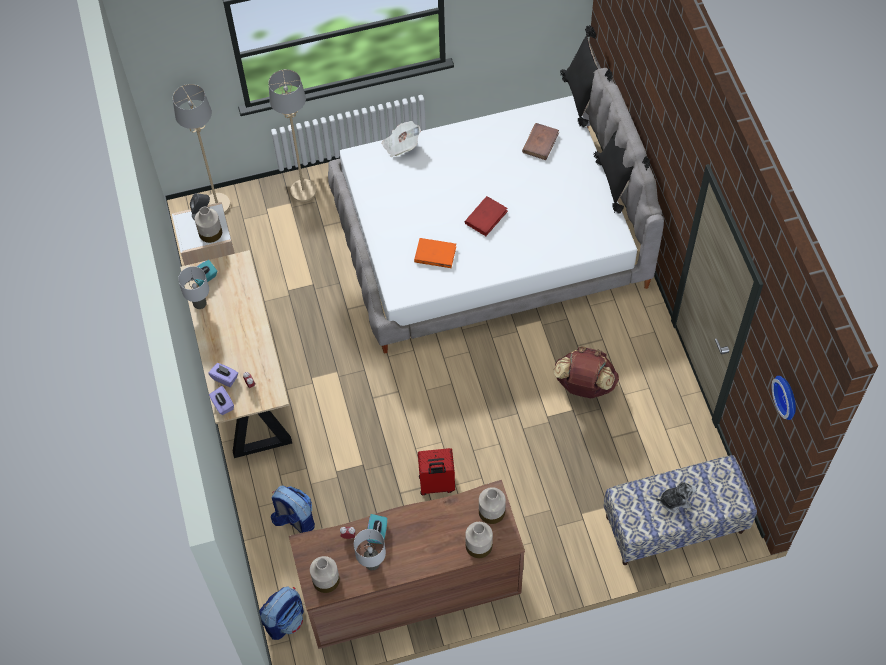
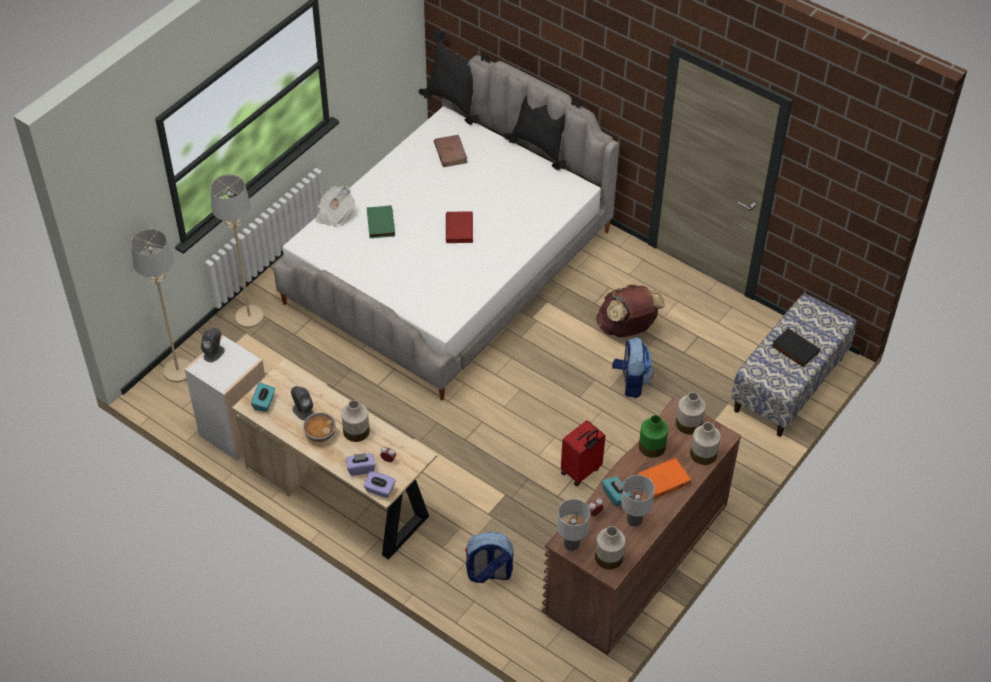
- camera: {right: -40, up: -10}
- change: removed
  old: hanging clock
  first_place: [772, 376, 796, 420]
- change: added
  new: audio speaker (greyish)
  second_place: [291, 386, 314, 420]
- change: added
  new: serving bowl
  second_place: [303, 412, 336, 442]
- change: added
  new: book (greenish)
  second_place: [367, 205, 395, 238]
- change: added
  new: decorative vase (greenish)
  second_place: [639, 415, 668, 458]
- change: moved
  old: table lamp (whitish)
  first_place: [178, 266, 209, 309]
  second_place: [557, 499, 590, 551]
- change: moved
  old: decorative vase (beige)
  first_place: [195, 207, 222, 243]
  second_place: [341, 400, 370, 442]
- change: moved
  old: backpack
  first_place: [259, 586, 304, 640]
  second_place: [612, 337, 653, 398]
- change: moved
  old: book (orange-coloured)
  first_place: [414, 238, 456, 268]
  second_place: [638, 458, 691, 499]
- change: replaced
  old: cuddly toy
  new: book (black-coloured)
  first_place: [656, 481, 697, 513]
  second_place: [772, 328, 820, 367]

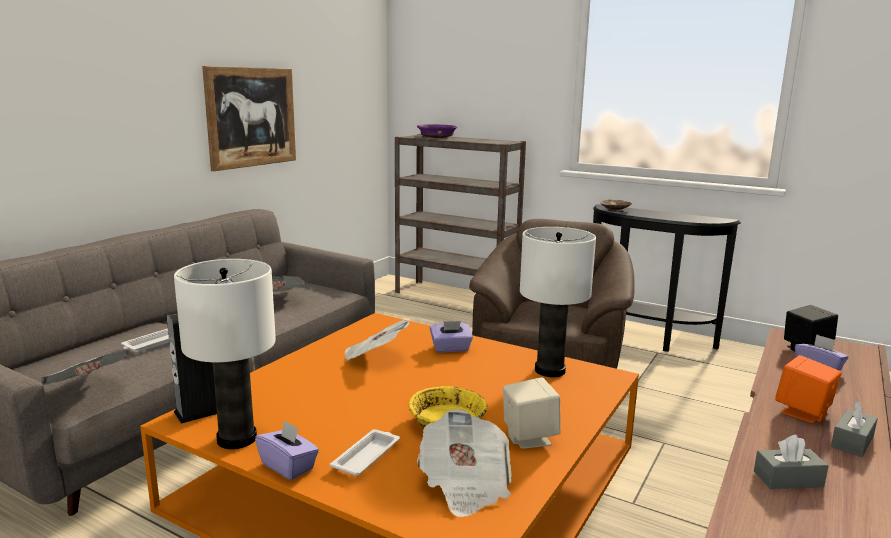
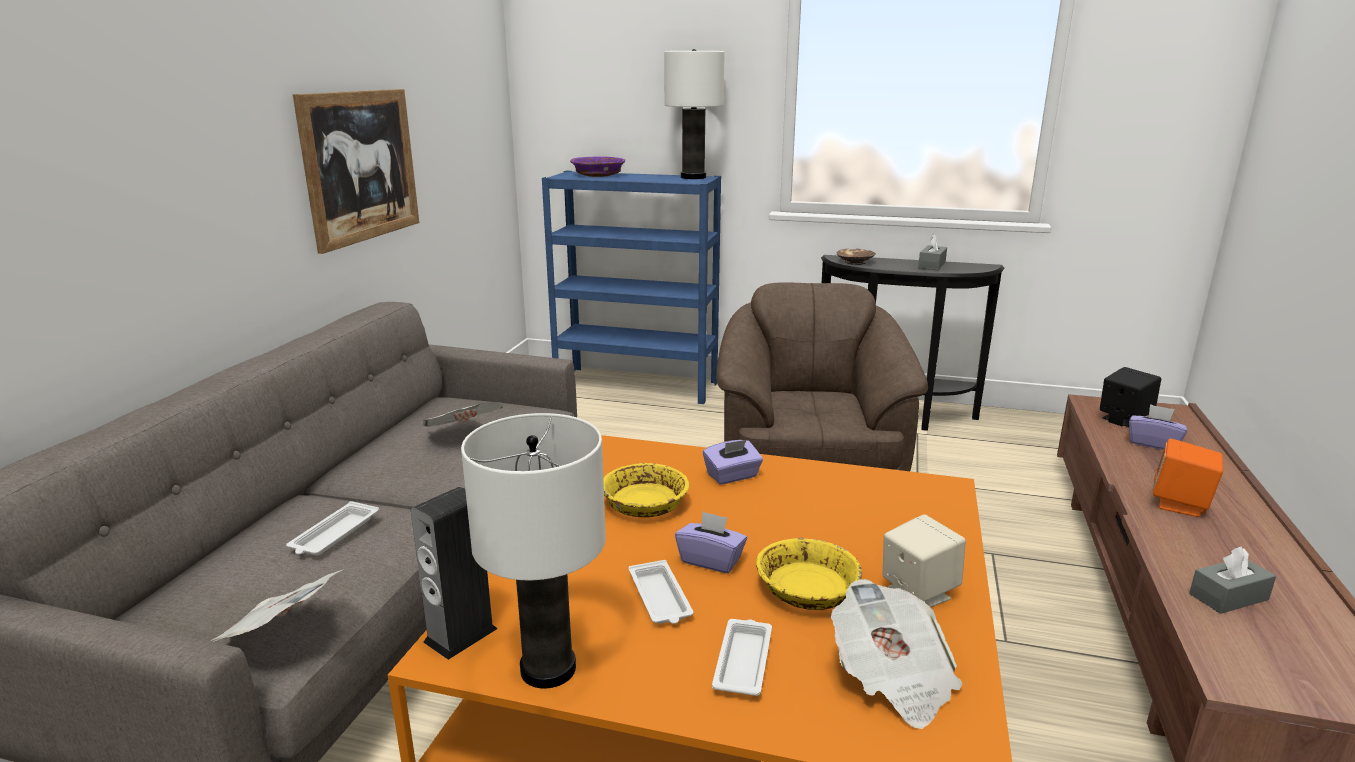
- camera: {right: -15, up: 5}
- change: added
  new: tray (whitish)
  second_place: [629, 560, 694, 624]
- change: moved
  old: tissue box (purplish)
  first_place: [255, 420, 319, 480]
  second_place: [675, 511, 747, 573]
- change: moved
  old: table lamp (whitish)
  first_place: [520, 227, 596, 377]
  second_place: [664, 49, 725, 179]
- change: moved
  old: tissue box (greyish)
  first_place: [831, 401, 878, 457]
  second_place: [918, 234, 947, 270]
- change: replaced
  old: daily paper
  new: serving bowl (yellow)
  first_place: [345, 319, 410, 361]
  second_place: [603, 463, 689, 517]
- change: recoloured
  old: shelving unit (greyish)
  new: shelving unit (blue-coloured)
  first_place: [395, 134, 526, 293]
  second_place: [542, 171, 721, 404]

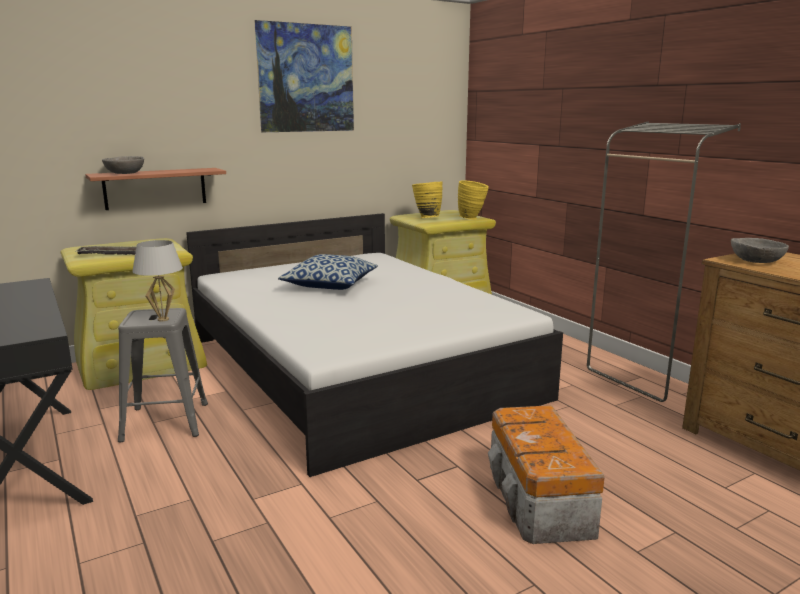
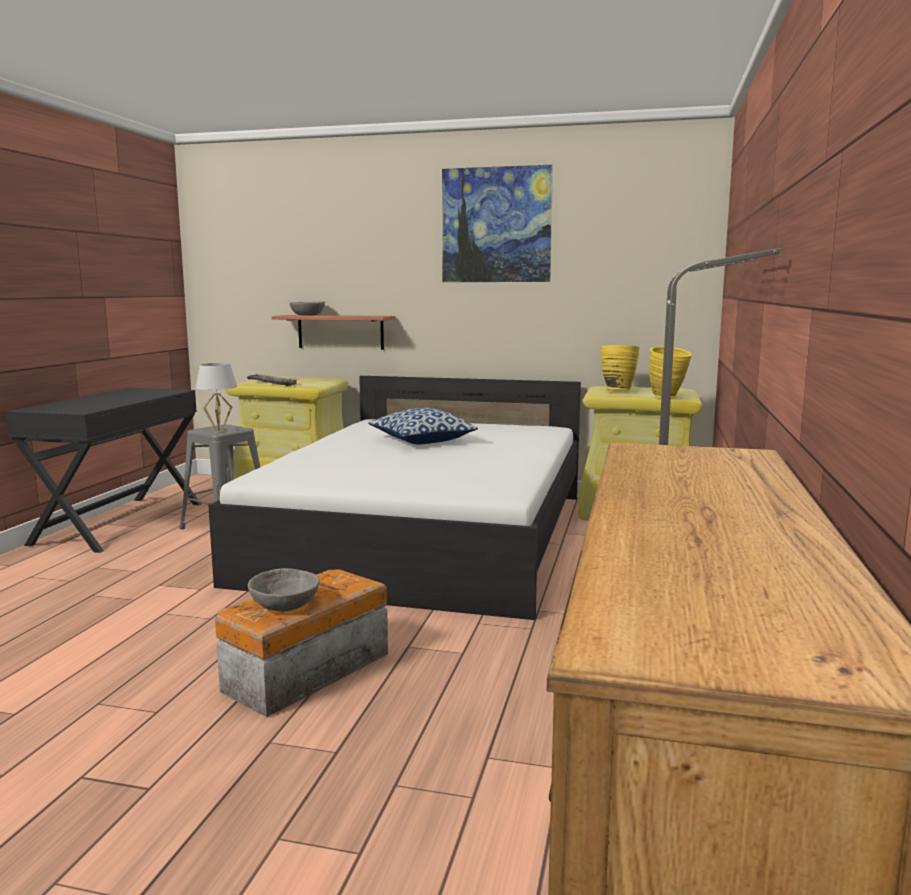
- camera: {right: 45, up: -5}
- change: moved
  old: serving bowl (greyish)
  first_place: [731, 238, 789, 263]
  second_place: [248, 568, 319, 611]

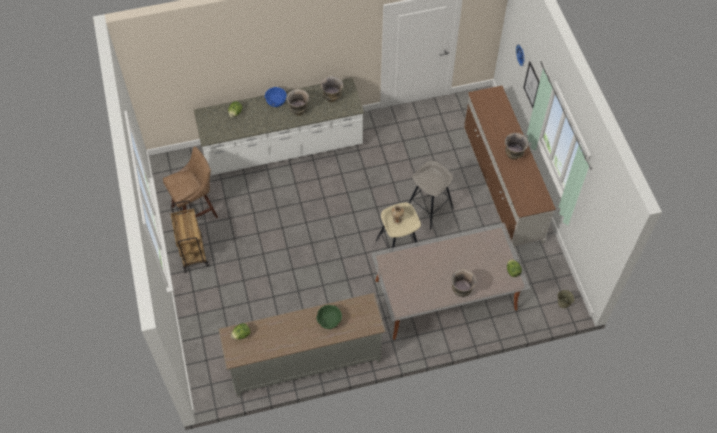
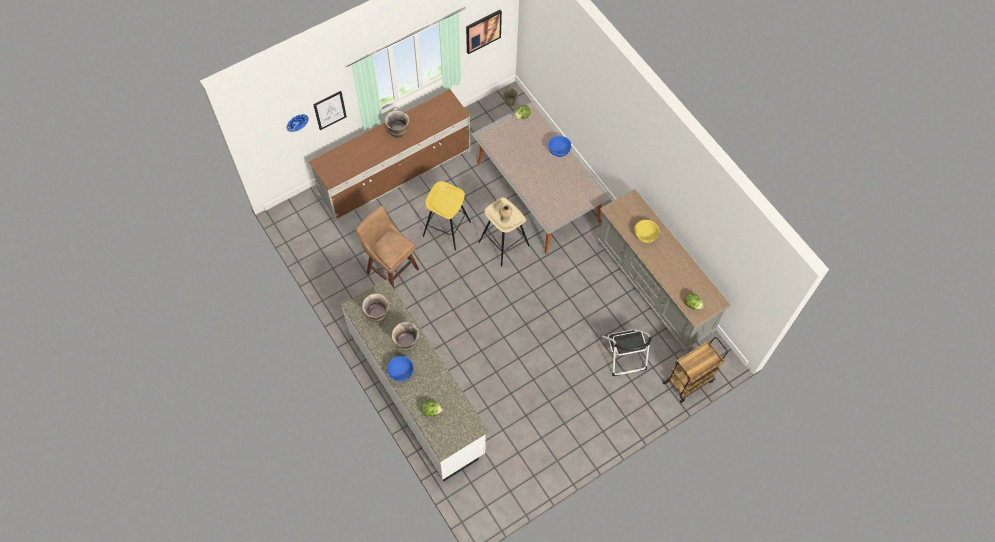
- camera: {right: -110, up: 5}
- change: added
  new: wall picture
  second_place: [466, 10, 502, 54]
- change: added
  new: step ladder
  second_place: [601, 329, 651, 376]
- change: moved
  old: stool (brown)
  first_place: [163, 147, 218, 218]
  second_place: [356, 206, 419, 288]
- change: moved
  old: trolley (brown)
  first_place: [170, 200, 209, 273]
  second_place: [663, 337, 728, 403]
- change: replaced
  old: decorative vase
  new: serving bowl (blue-coloured)
  first_place: [451, 269, 477, 297]
  second_place: [548, 136, 572, 157]
- change: recoloured
  old: serving bowl (greenish)
  new: serving bowl (yellow)
  first_place: [316, 305, 342, 329]
  second_place: [634, 220, 660, 243]
- change: recoloured
  old: stool (greyish)
  new: stool (yellow)
  first_place: [409, 161, 453, 230]
  second_place: [423, 181, 471, 250]

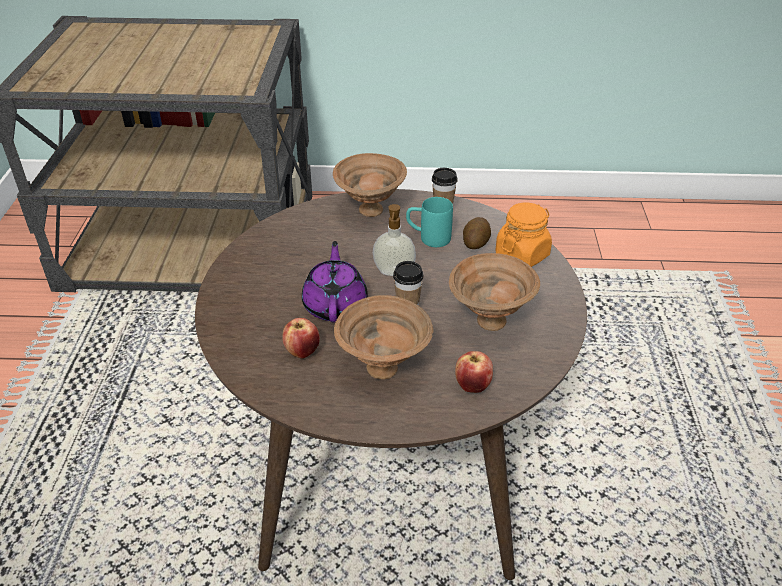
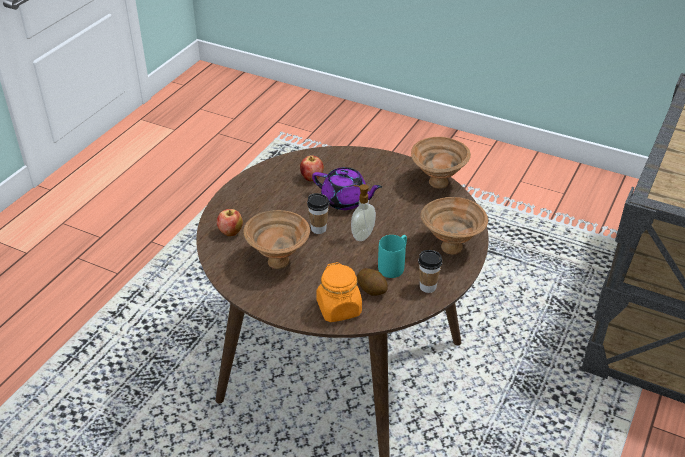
- camera: {right: 115, up: 0}
- change: moved
  old: serving bowl (brown)
  first_place: [334, 295, 433, 379]
  second_place: [411, 137, 471, 189]

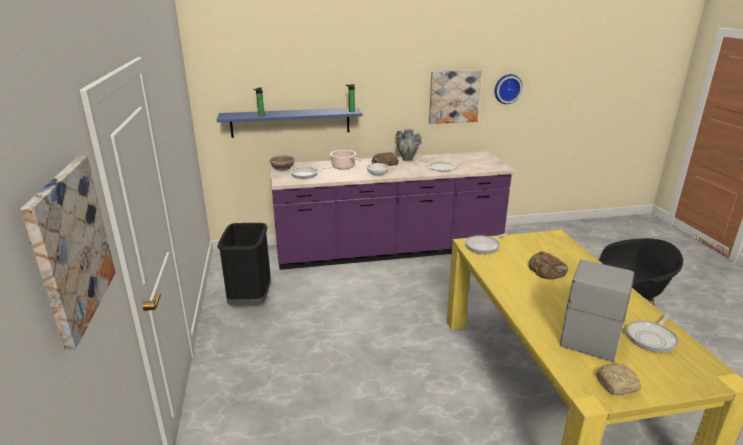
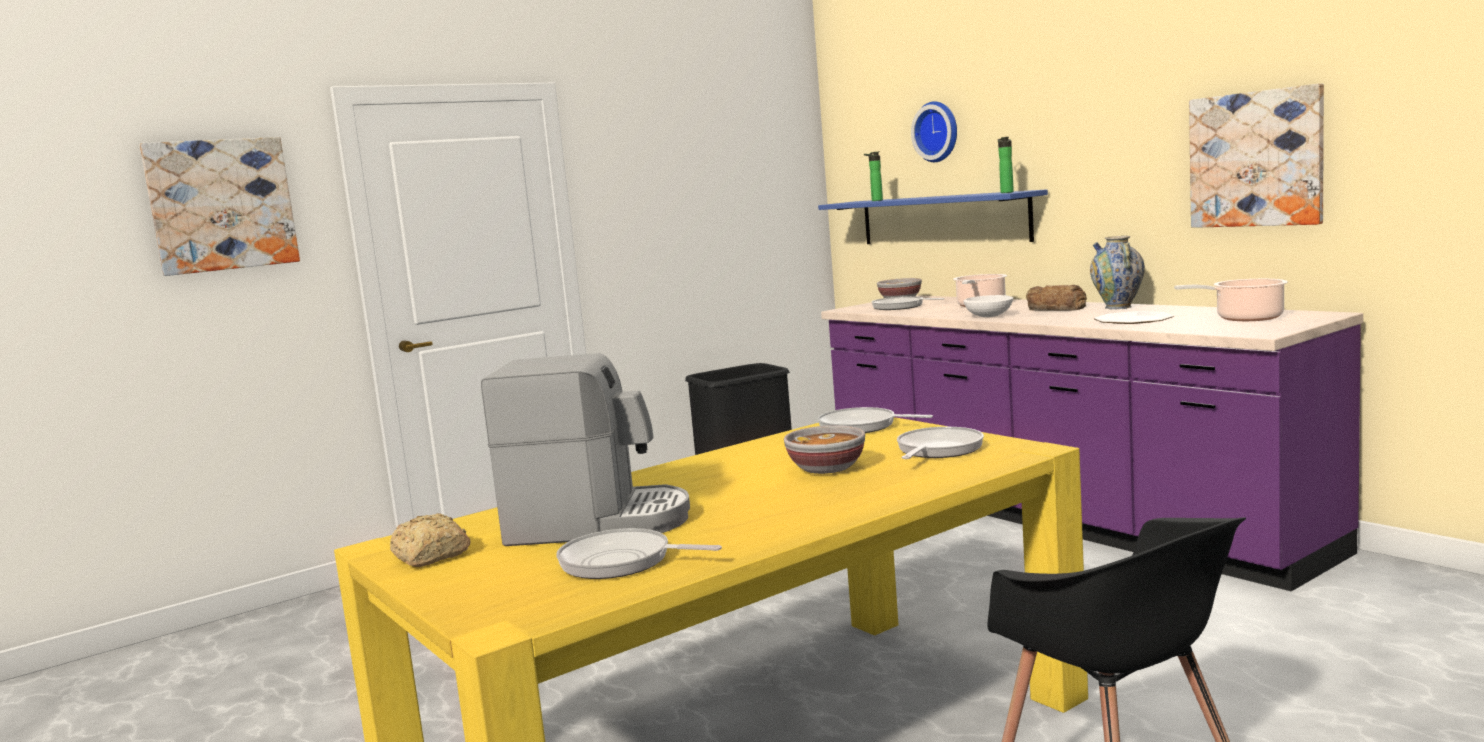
- camera: {right: 65, up: -15}
- change: added
  new: skillet
  second_place: [897, 427, 984, 459]
- change: added
  new: cooking pot
  second_place: [1174, 279, 1288, 321]
- change: moved
  old: hanging clock
  first_place: [495, 74, 523, 104]
  second_place: [911, 101, 957, 162]
- change: replaced
  old: baked bread
  new: serving bowl
  first_place: [529, 251, 568, 280]
  second_place: [784, 425, 865, 474]

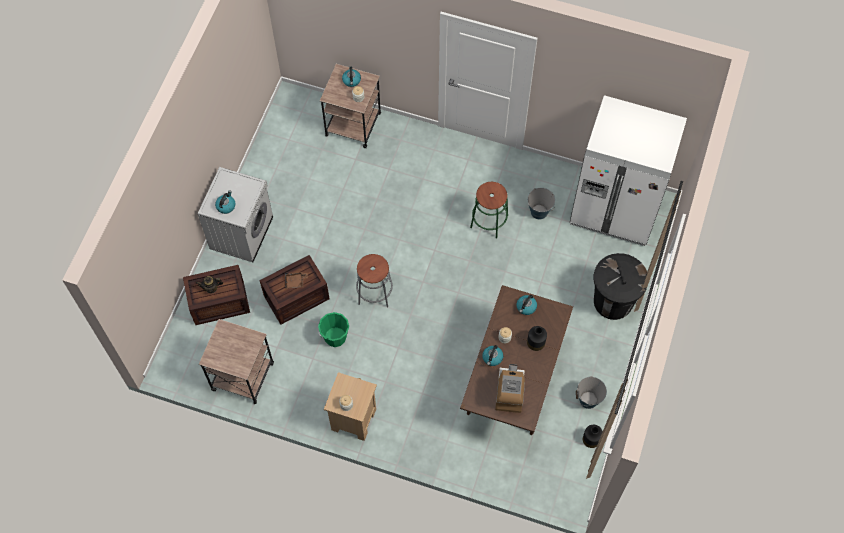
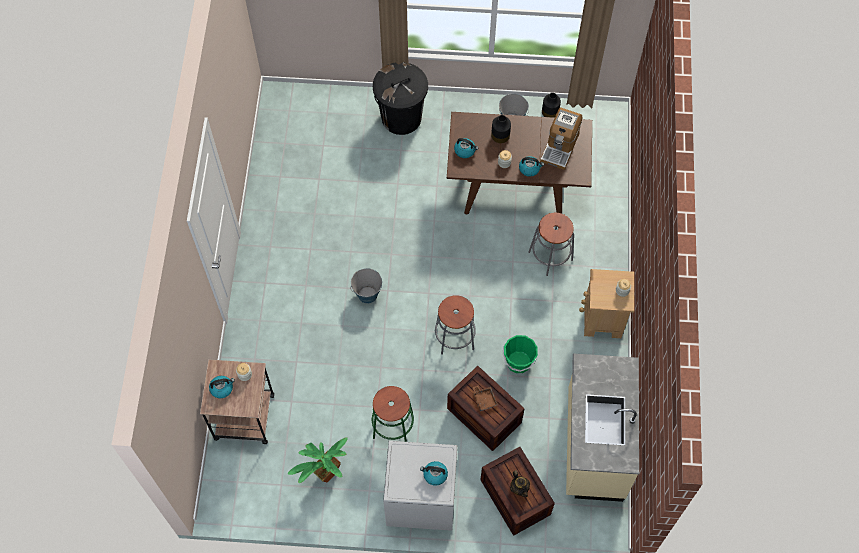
- camera: {right: -105, up: 0}
- change: removed
  old: fridge (whitish)
  first_place: [570, 95, 687, 246]
- change: added
  new: houseplant
  second_place: [288, 437, 347, 483]
- change: added
  new: stool (greyish)
  second_place: [528, 213, 574, 276]
- change: moved
  old: stool (greenish)
  first_place: [470, 182, 508, 239]
  second_place: [372, 386, 414, 442]
- change: moved
  old: water bucket
  first_place: [528, 188, 555, 219]
  second_place: [351, 268, 382, 304]
- change: replaced
  old: trolley (brown)
  new: kitchen counter (beige)
  first_place: [199, 319, 274, 404]
  second_place: [566, 353, 639, 502]
- change: turned
  old: coffee brewer
  first_place: [495, 364, 525, 413]
  second_place: [540, 107, 583, 170]
  degrees: -60

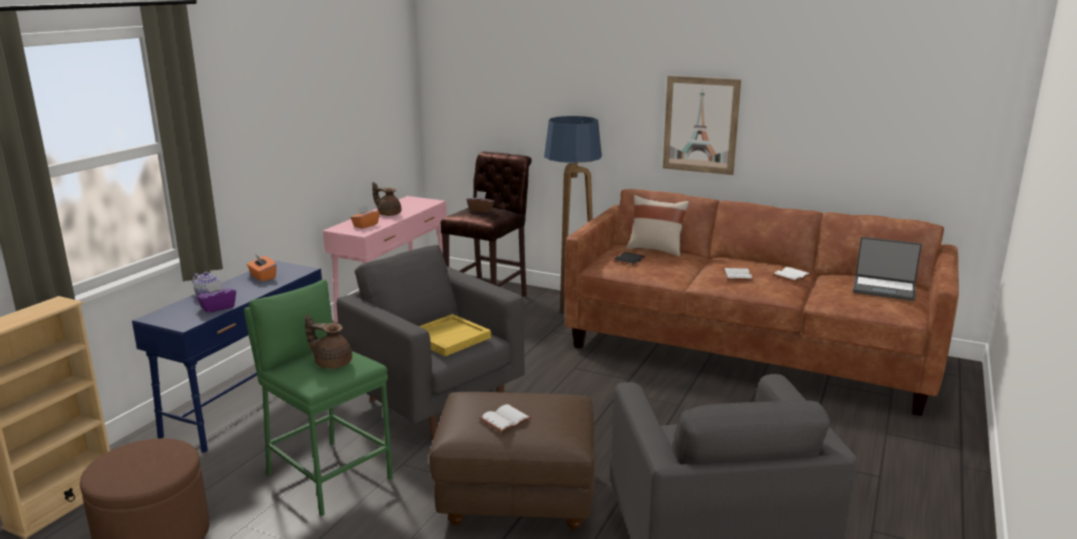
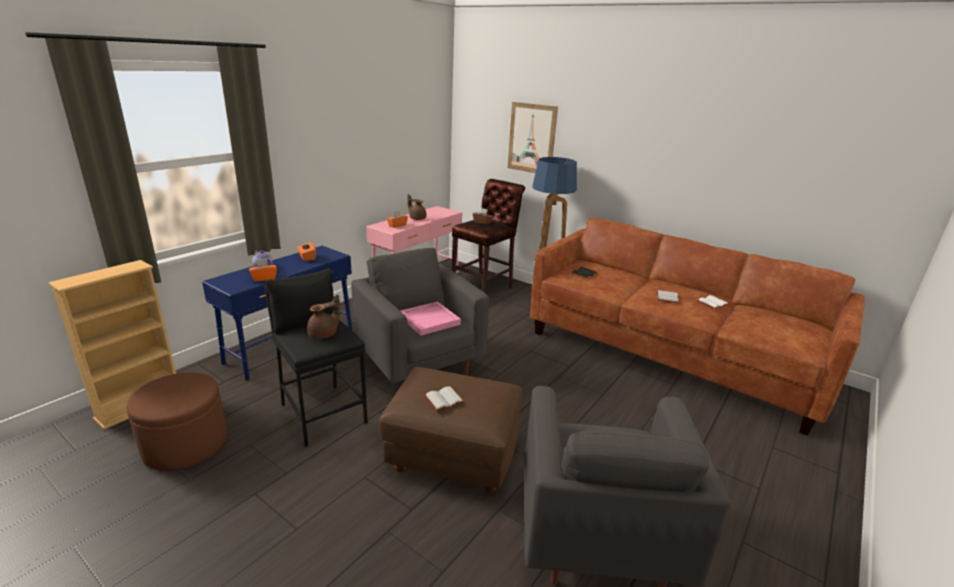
- camera: {right: 10, up: 5}
- change: removed
  old: cushion (beige)
  first_place: [626, 195, 689, 257]
- change: removed
  old: notebook computer
  first_place: [853, 237, 922, 301]
- change: moved
  old: wall picture
  first_place: [663, 76, 741, 175]
  second_place: [508, 102, 558, 173]
- change: recoloured
  old: tissue box (purplish)
  new: tissue box (orange-coloured)
  first_place: [196, 281, 236, 313]
  second_place: [249, 259, 277, 282]
- change: recoloured
  old: stool (greenish)
  new: stool (black-coloured)
  first_place: [244, 279, 393, 517]
  second_place: [264, 268, 368, 447]
- change: recoloured
  old: tray (yellow)
  new: tray (pink)
  first_place: [419, 314, 491, 356]
  second_place: [401, 302, 461, 336]
- change: turned
  old: pot for tea (brown)
  first_place: [305, 315, 352, 369]
  second_place: [307, 294, 340, 339]
  degrees: 105

